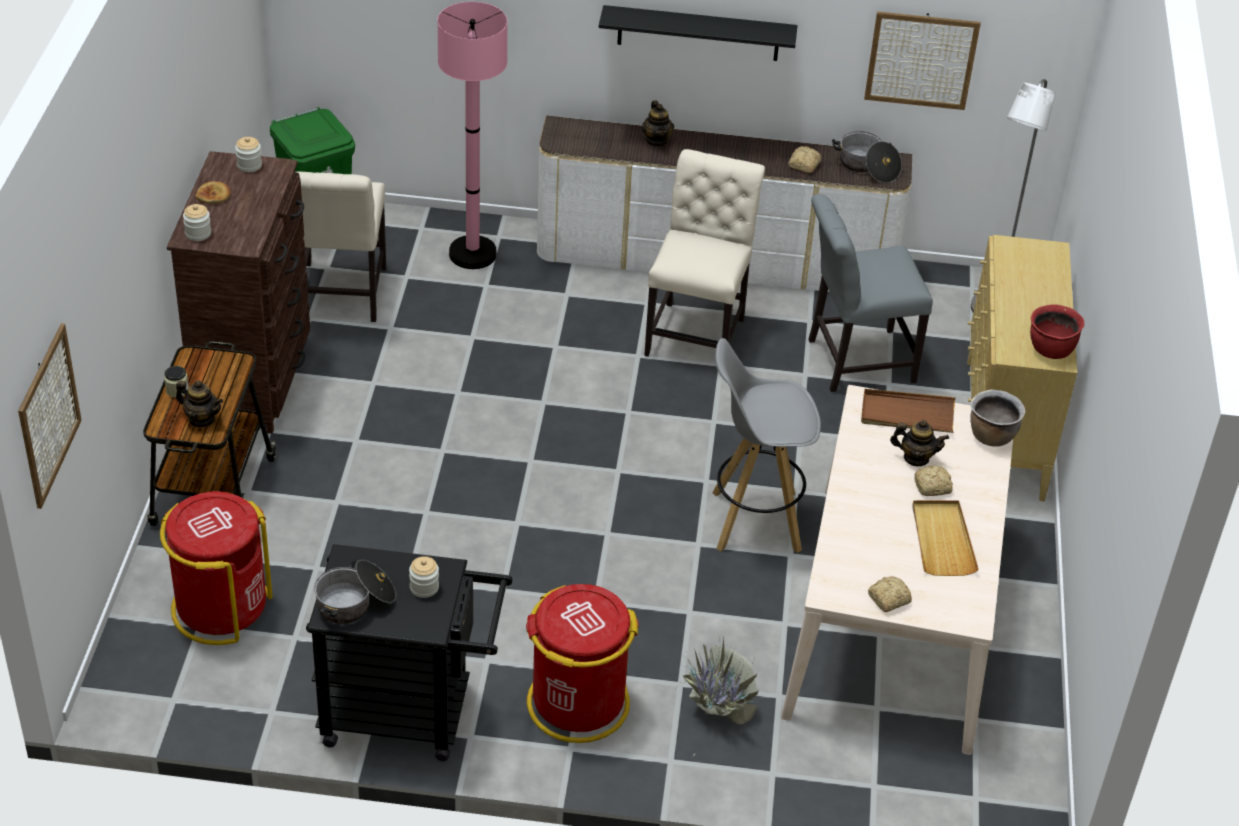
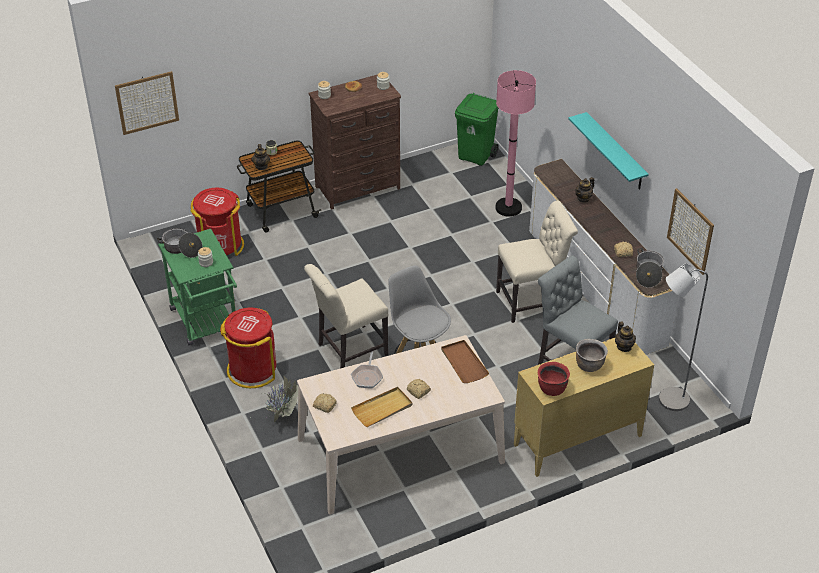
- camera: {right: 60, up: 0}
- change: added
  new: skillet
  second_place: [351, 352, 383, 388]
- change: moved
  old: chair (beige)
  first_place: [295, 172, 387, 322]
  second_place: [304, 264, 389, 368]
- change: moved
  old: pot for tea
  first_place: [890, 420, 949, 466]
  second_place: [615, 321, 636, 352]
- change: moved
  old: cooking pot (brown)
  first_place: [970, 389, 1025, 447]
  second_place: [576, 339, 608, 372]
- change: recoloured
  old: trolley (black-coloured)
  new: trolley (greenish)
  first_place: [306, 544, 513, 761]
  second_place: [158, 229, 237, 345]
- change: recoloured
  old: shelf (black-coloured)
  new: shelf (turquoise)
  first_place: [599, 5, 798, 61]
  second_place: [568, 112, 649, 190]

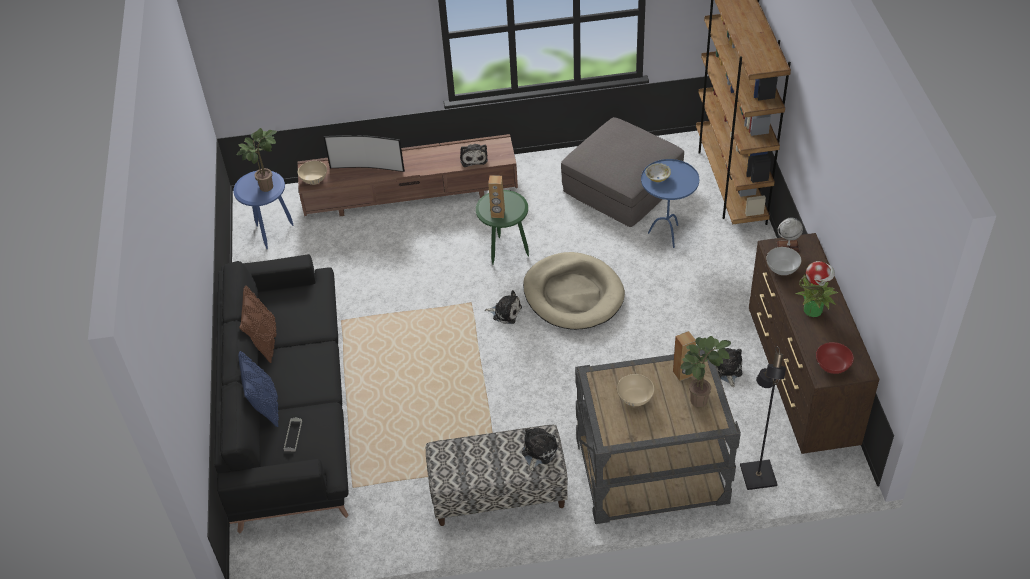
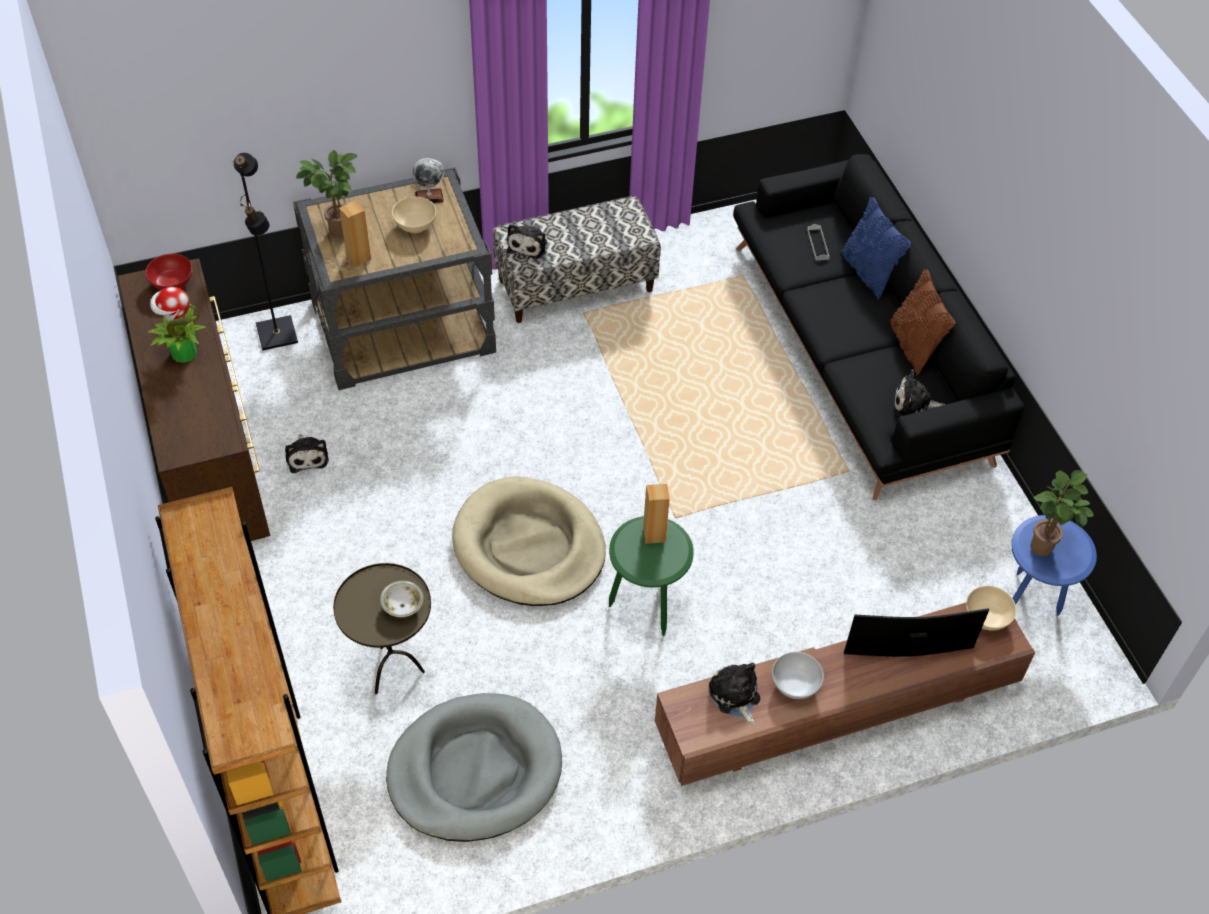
- camera: {right: 165, up: 5}
- change: moved
  old: cuddly toy
  first_place: [485, 290, 522, 324]
  second_place: [894, 369, 945, 417]
- change: moved
  old: serving bowl (whitish)
  first_place: [766, 247, 801, 275]
  second_place: [772, 652, 824, 699]
- change: moved
  old: globe
  first_place: [777, 218, 803, 252]
  second_place: [412, 158, 445, 203]
- change: replaced
  old: pouffe (greyish)
  new: dog cushion (greyish)
  first_place: [561, 117, 684, 227]
  second_place: [386, 693, 562, 842]
- change: recoloured
  old: end table (blue-coloured)
  new: end table (brown)
  first_place: [641, 159, 699, 248]
  second_place: [333, 563, 431, 695]

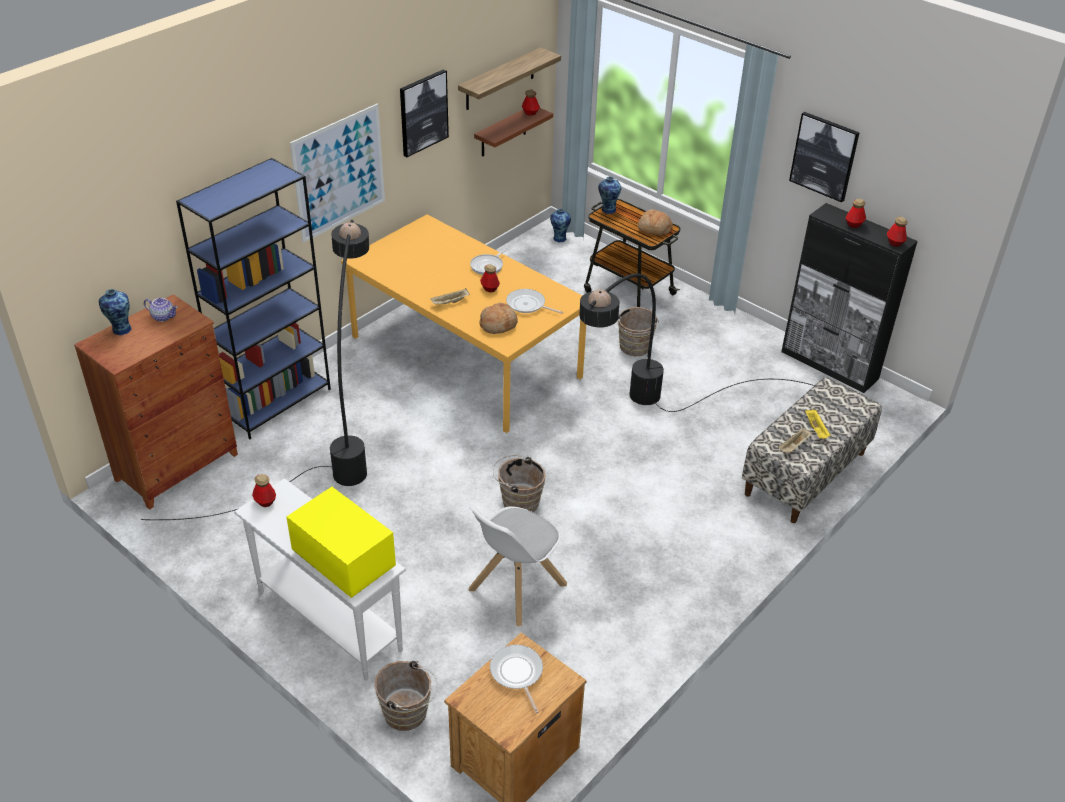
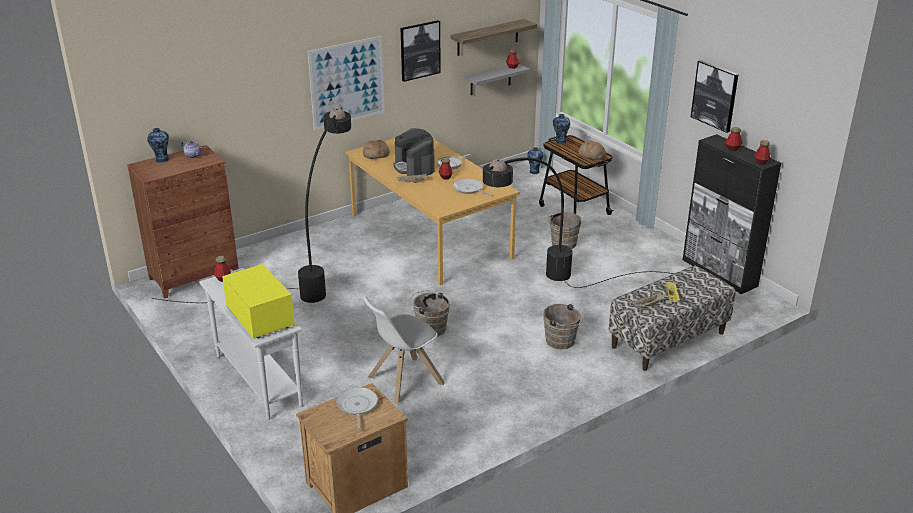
- camera: {right: 15, up: -10}
- change: removed
  old: shelving unit (blue-coloured)
  first_place: [176, 158, 331, 439]
- change: added
  new: coffee brewer
  second_place: [393, 128, 435, 176]
- change: moved
  old: water bucket (brown)
  first_place: [375, 661, 437, 731]
  second_place: [543, 304, 585, 349]
- change: moved
  old: baked bread
  first_place: [479, 303, 518, 334]
  second_place: [363, 140, 390, 159]
- change: recoloured
  old: shelf (brown)
  new: shelf (greyish)
  first_place: [474, 108, 553, 157]
  second_place: [464, 64, 530, 95]

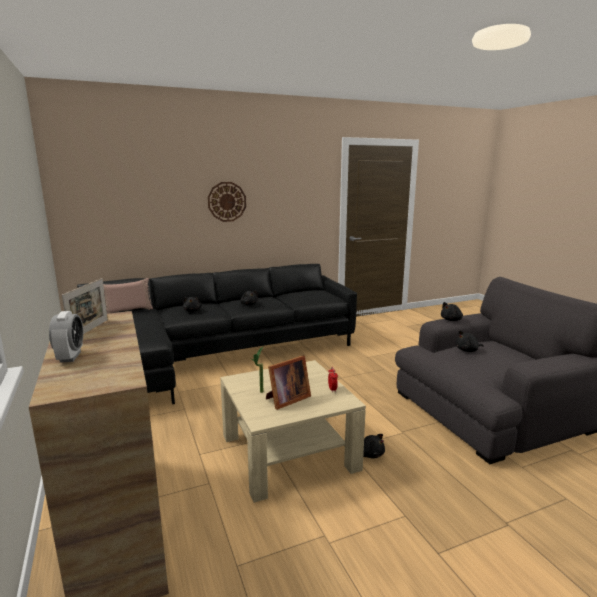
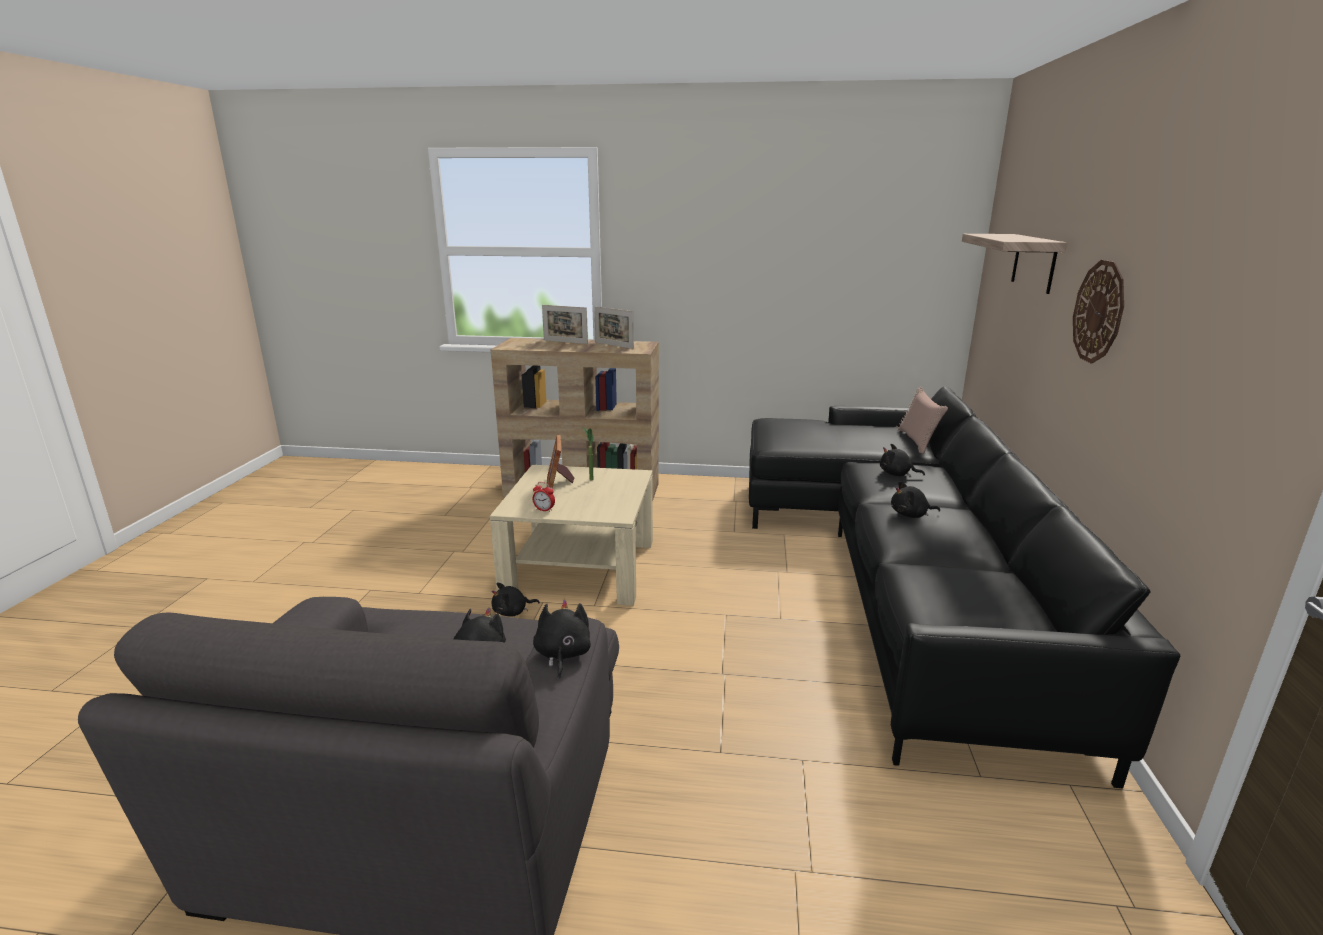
- camera: {right: 120, up: 5}
- change: added
  new: shelf
  second_place: [962, 234, 1067, 294]
- change: replaced
  old: table clock
  new: standing frame
  first_place: [49, 311, 83, 363]
  second_place: [542, 305, 588, 344]

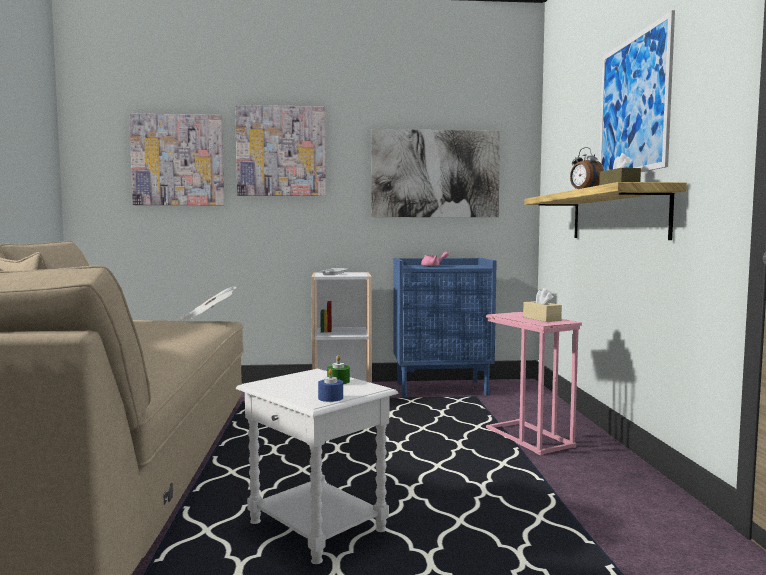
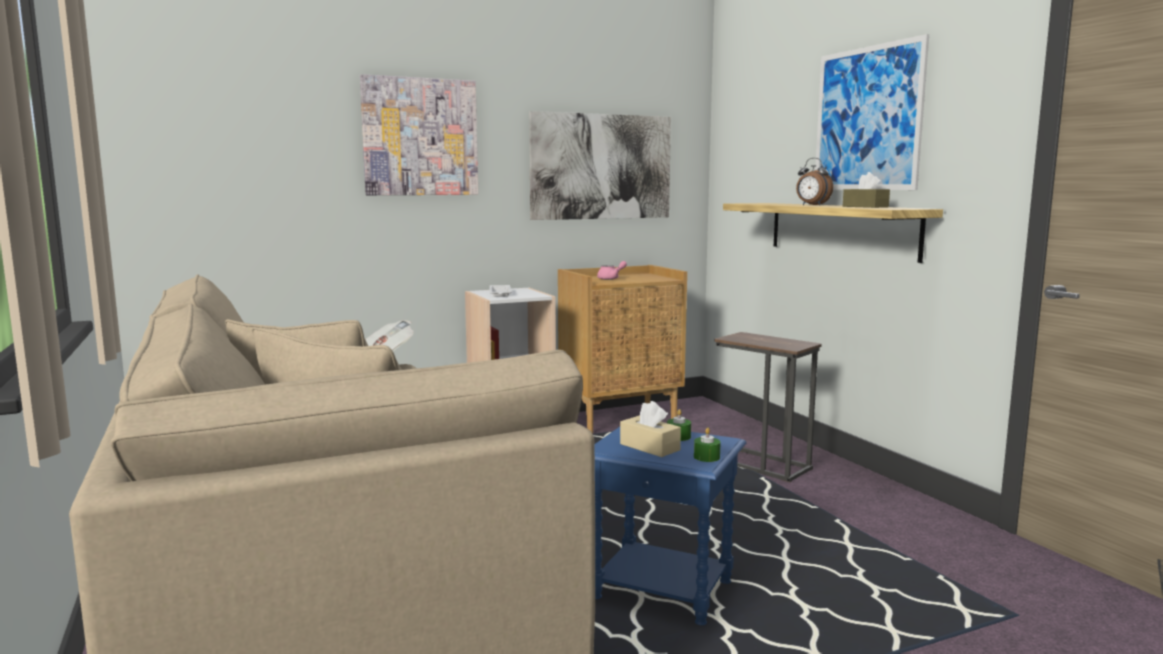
- camera: {right: -20, up: 5}
- change: removed
  old: wall picture
  first_place: [129, 114, 224, 205]
- change: moved
  old: tissue box (beige)
  first_place: [523, 288, 562, 322]
  second_place: [620, 401, 681, 457]
- change: recoloured
  old: end table (whitish)
  new: end table (blue-coloured)
  first_place: [236, 369, 399, 564]
  second_place: [595, 427, 746, 625]
- change: recoloured
  old: wax light (blue-coloured)
  new: wax light (greenish)
  first_place: [318, 369, 343, 402]
  second_place: [694, 427, 721, 462]
- change: recoloured
  old: cabinet (blue-coloured)
  new: cabinet (brown)
  first_place: [393, 258, 497, 397]
  second_place: [558, 265, 687, 434]
- change: recoloured
  old: end table (pink)
  new: end table (brown)
  first_place: [486, 312, 582, 455]
  second_place: [714, 332, 822, 482]

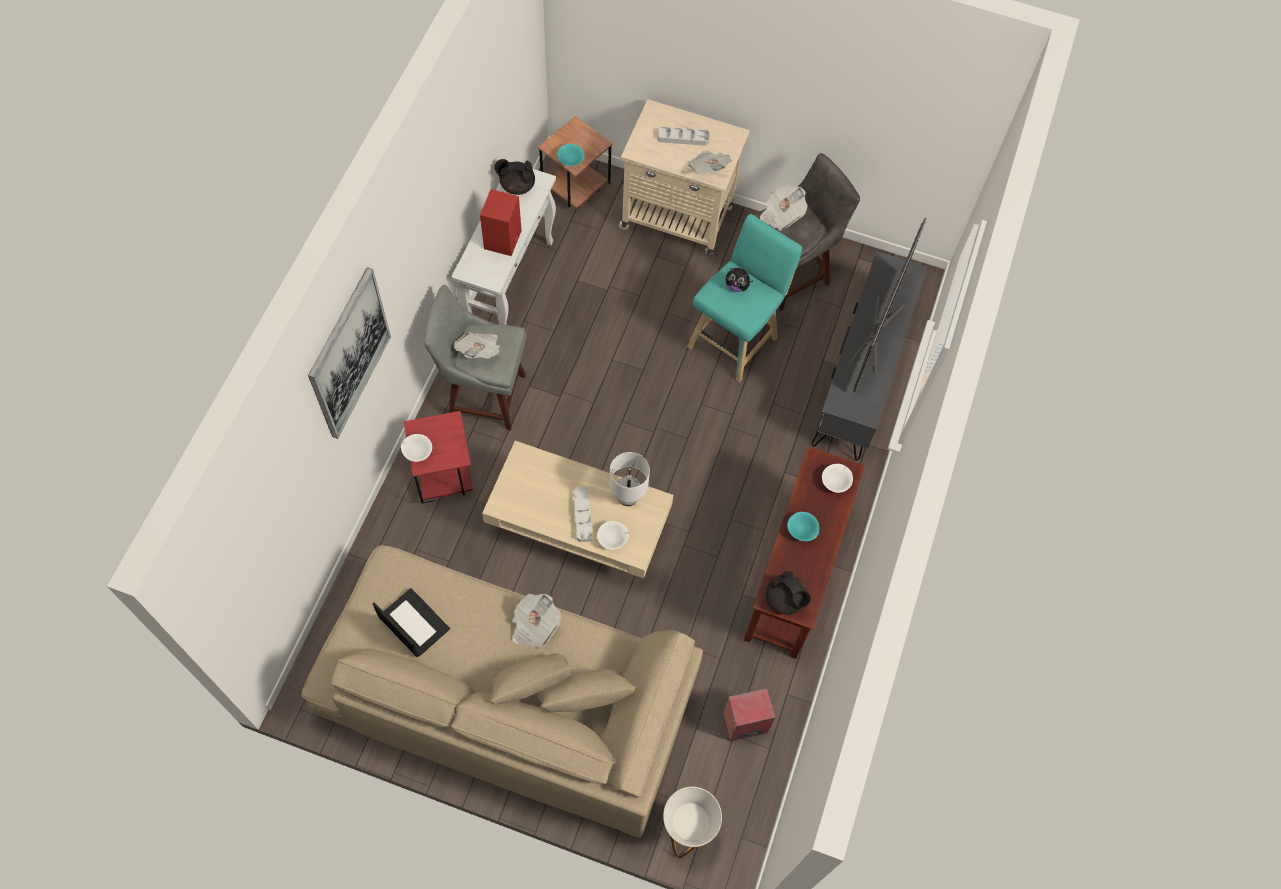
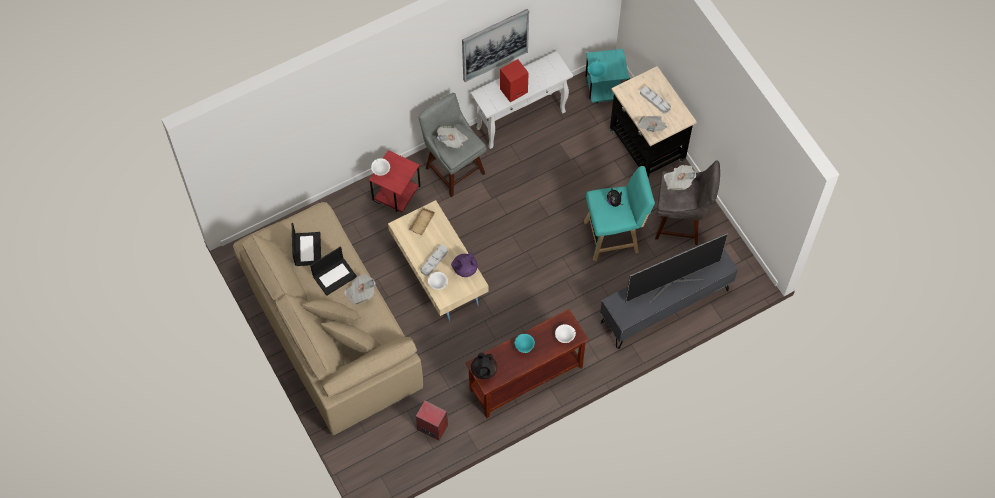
- camera: {right: 45, up: 0}
- change: removed
  old: pot for tea (black-coloured)
  first_place: [494, 159, 535, 195]
- change: removed
  old: planter
  first_place: [663, 787, 722, 858]
- change: added
  new: notebook computer
  second_place: [310, 247, 357, 296]
- change: added
  new: tray (beige)
  second_place: [408, 207, 435, 235]
- change: moved
  old: wall picture
  first_place: [308, 267, 391, 439]
  second_place: [462, 9, 529, 82]
- change: replaced
  old: table lamp (whitish)
  new: pot for tea (purplish)
  first_place: [609, 452, 650, 506]
  second_place: [451, 252, 478, 277]
- change: recoloured
  old: end table (brown)
  new: end table (turquoise)
  first_place: [538, 116, 613, 209]
  second_place: [585, 49, 629, 103]
- change: recoloured
  old: trolley (beige)
  new: trolley (black-coloured)
  first_place: [619, 99, 750, 257]
  second_place: [609, 66, 697, 178]

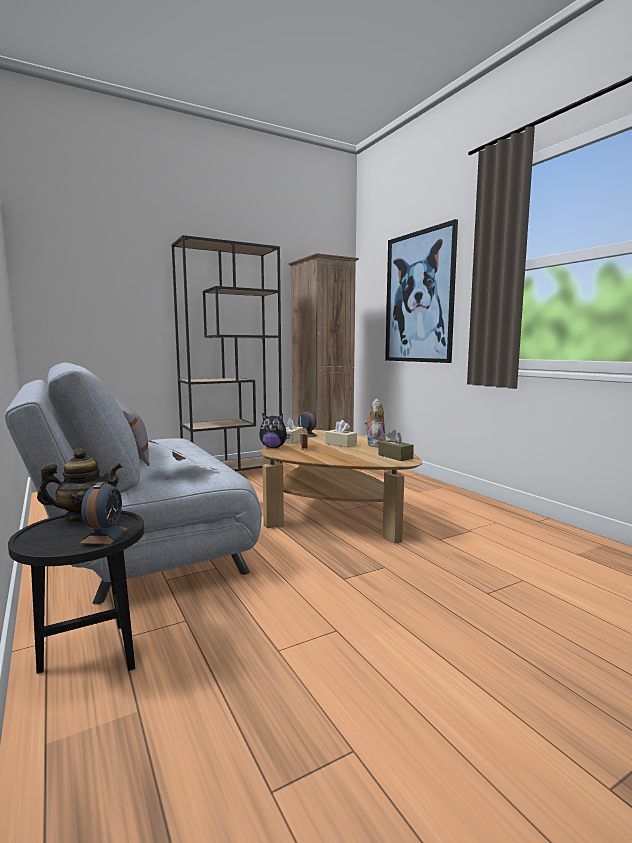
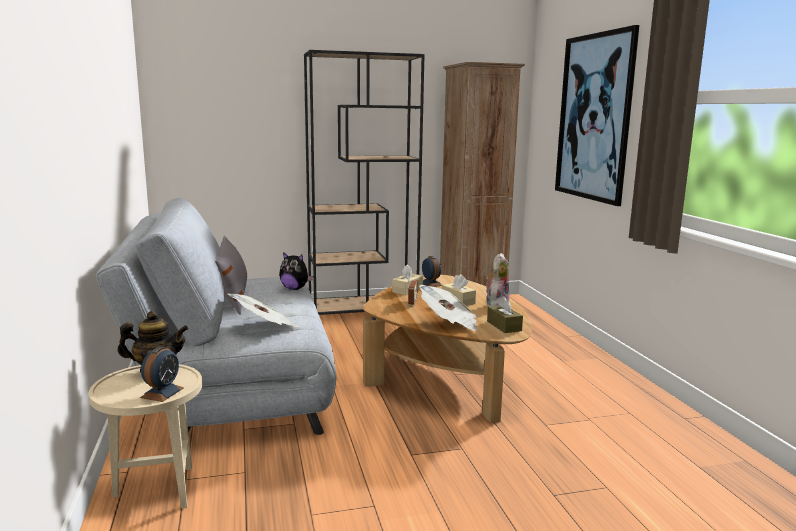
- camera: {right: 15, up: 5}
- change: added
  new: daily paper
  second_place: [419, 285, 477, 331]
- change: moved
  old: cuddly toy
  first_place: [259, 413, 291, 448]
  second_place: [279, 252, 313, 290]
- change: recoloured
  old: end table (black-coloured)
  new: end table (beige)
  first_place: [8, 510, 144, 674]
  second_place: [89, 364, 202, 509]

